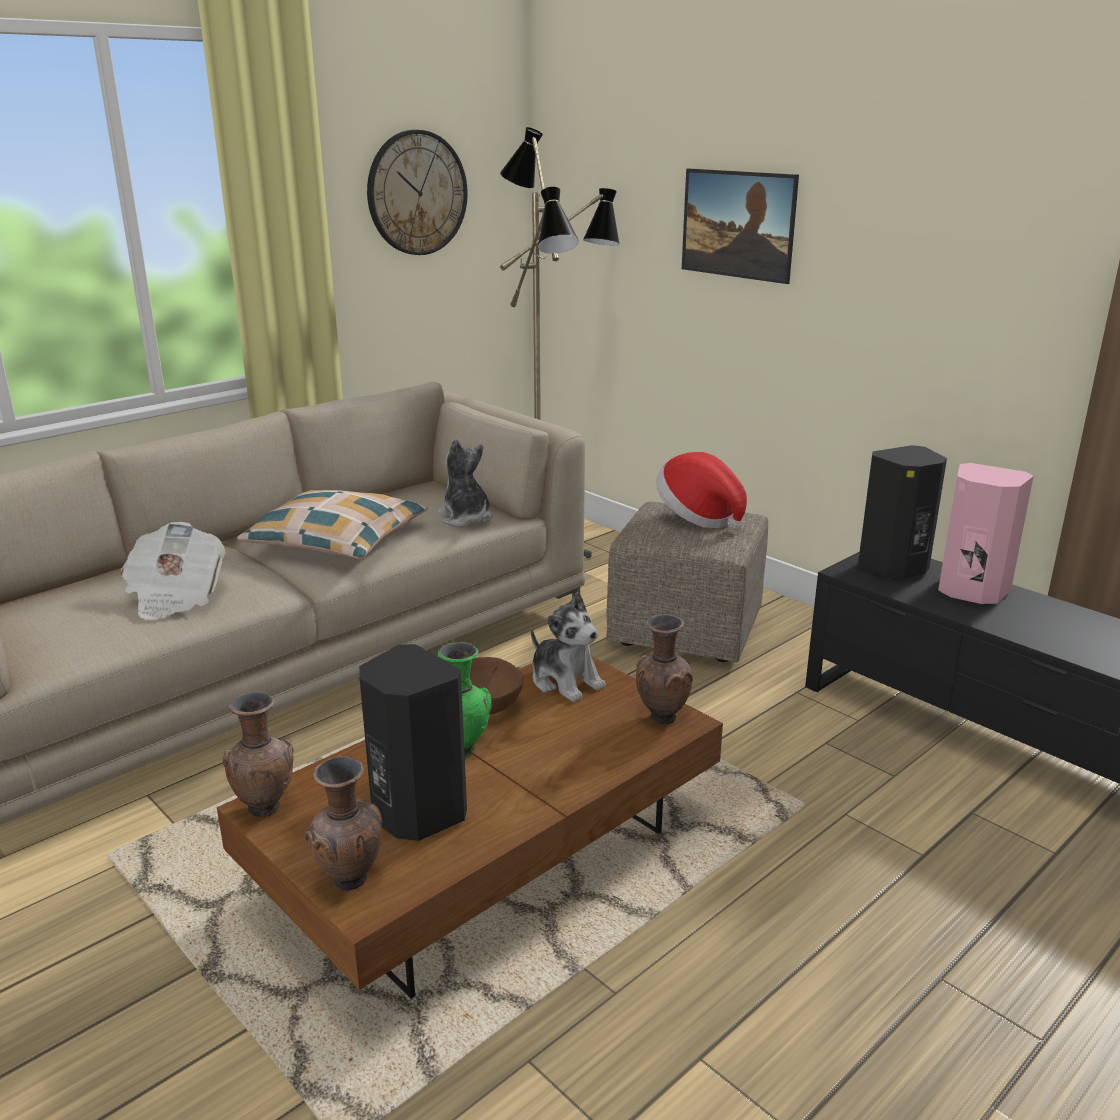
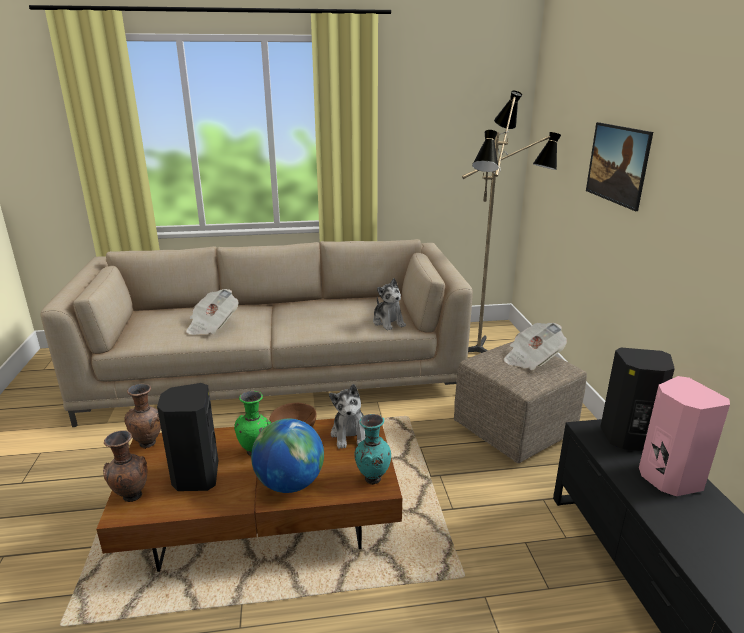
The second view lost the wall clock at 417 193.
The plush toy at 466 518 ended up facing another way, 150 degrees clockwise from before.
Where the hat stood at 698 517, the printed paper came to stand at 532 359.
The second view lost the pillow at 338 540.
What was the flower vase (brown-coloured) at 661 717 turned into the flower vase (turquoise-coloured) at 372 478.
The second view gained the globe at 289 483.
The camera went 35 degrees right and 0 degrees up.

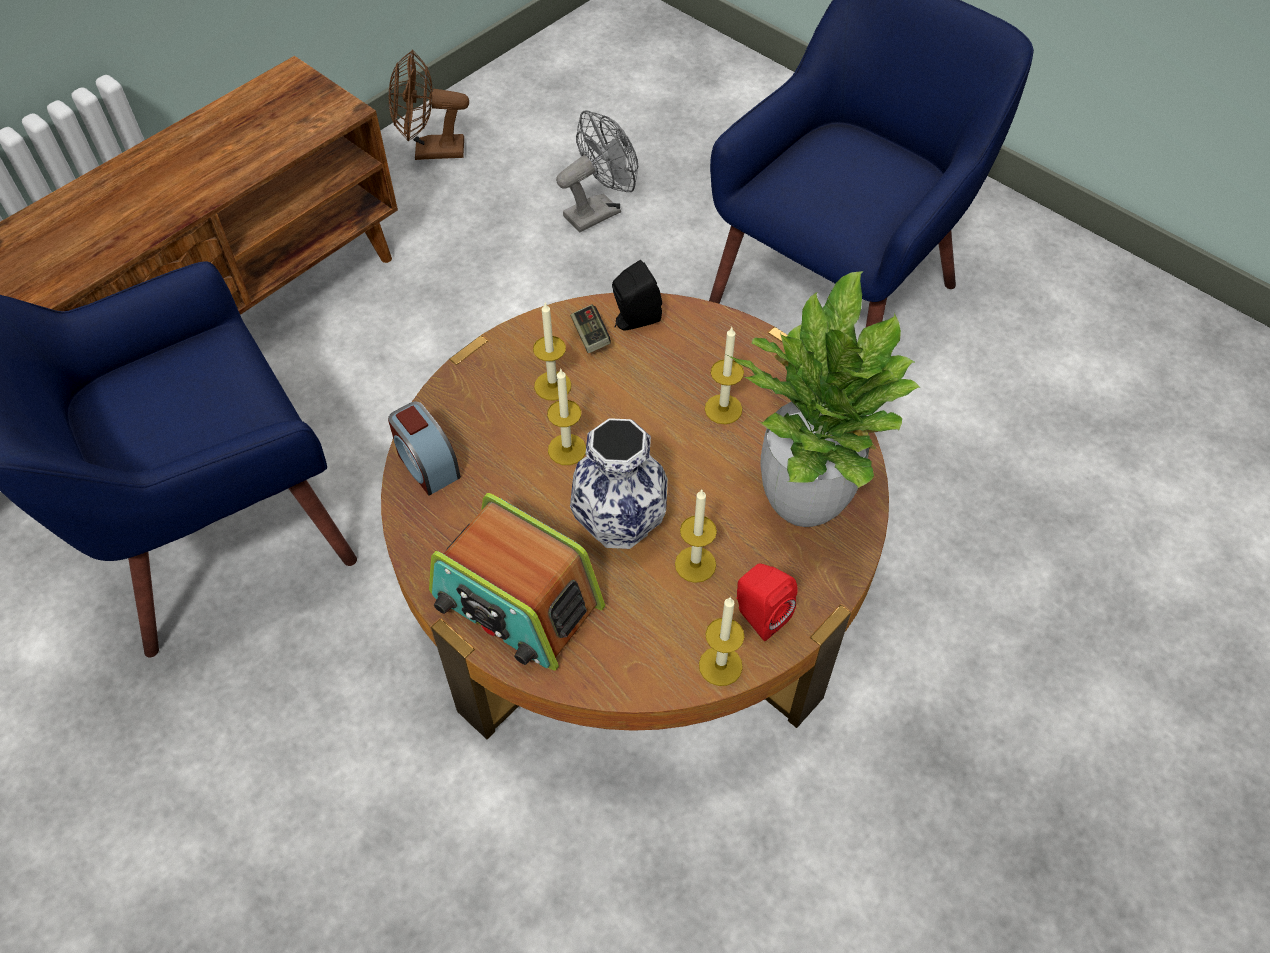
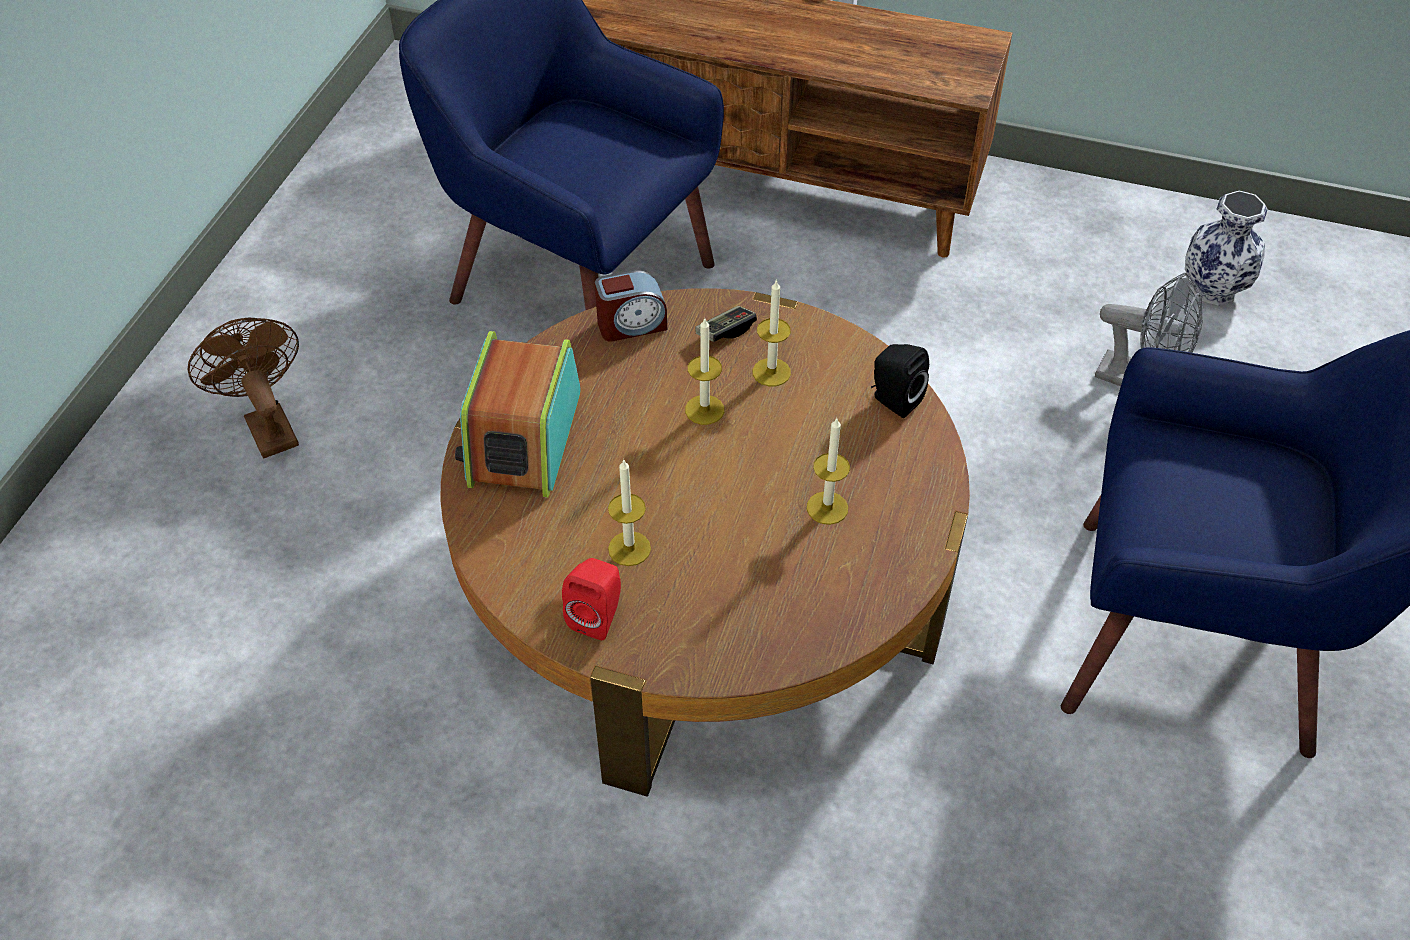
The cooling fan (brown-coloured) ended up elsewhere, having gone from 431 151 to 267 425.
The second view lost the potted plant at 803 500.
The gamepad ended up elsewhere, having gone from 590 336 to 725 331.
The alarm clock at 427 464 ended up facing another way, 135 degrees counterclockwise from before.
The flower vase ended up elsewhere, having gone from 618 525 to 1211 288.
The second view lost the wax light at 720 665.
The camera went 65 degrees right and 5 degrees down.

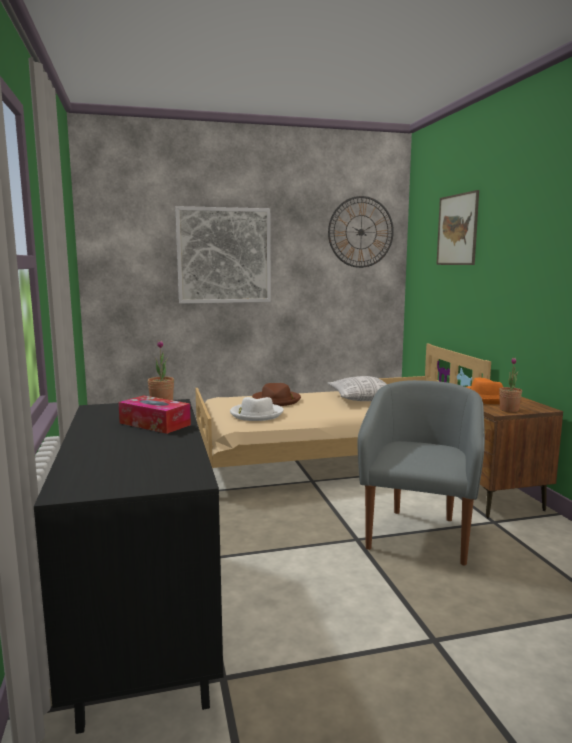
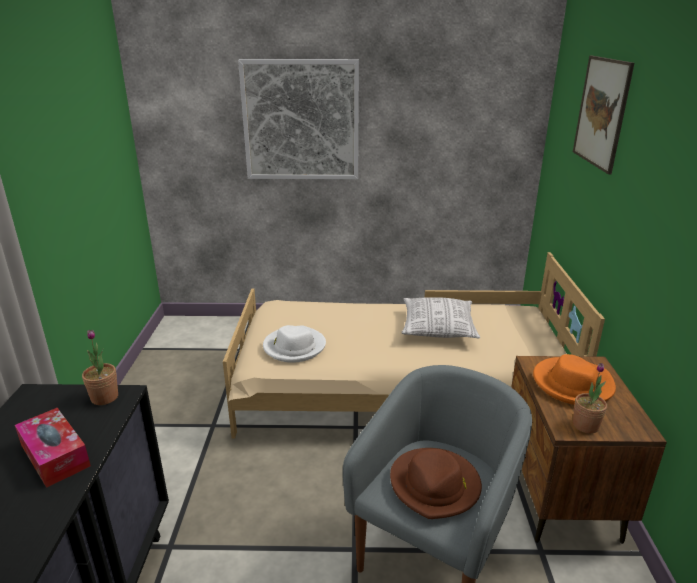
The second view lost the wall clock at 361 232.
The hat (brown-coloured) ended up elsewhere, having gone from 277 400 to 435 485.
The camera went 15 degrees right and 15 degrees up.

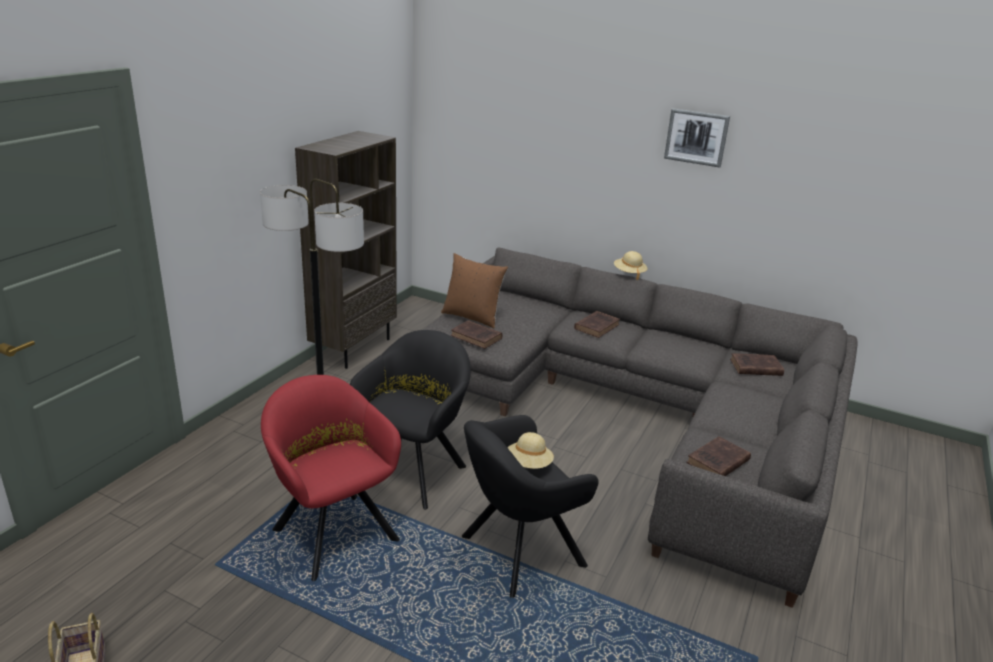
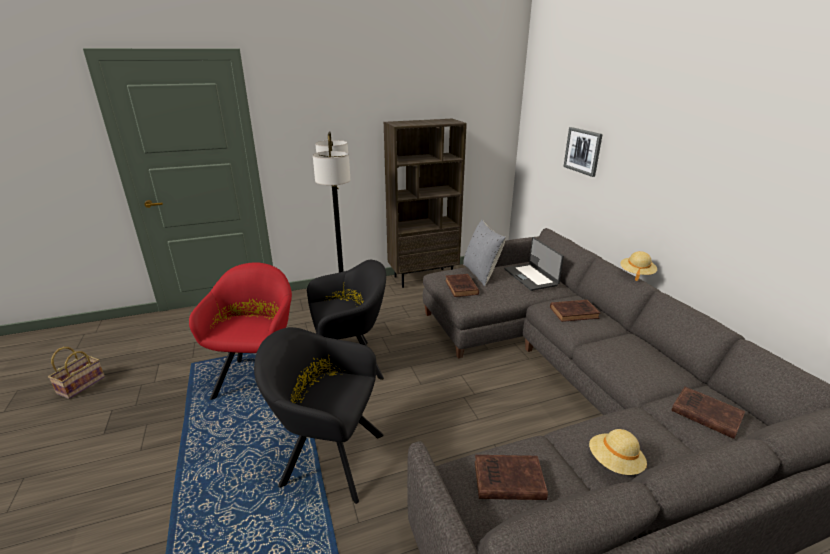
The picture ended up elsewhere, having gone from 696 137 to 583 151.
What was the pillow (brown-coloured) at 472 317 turned into the pillow (grey) at 481 274.
The hat (beige) ended up elsewhere, having gone from 528 465 to 614 463.
The second view gained the portable computer at 531 277.
The camera went 45 degrees right and 0 degrees up.

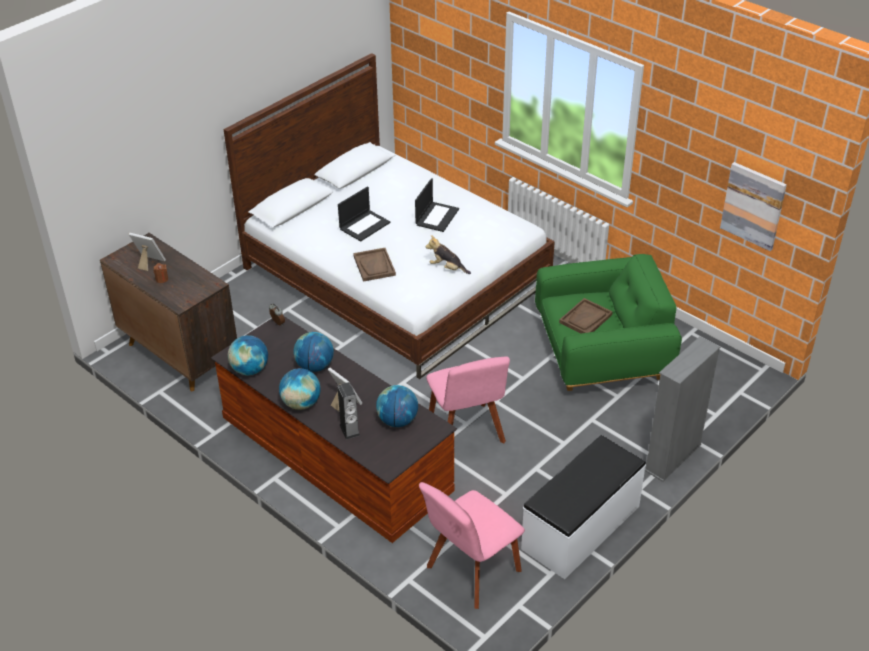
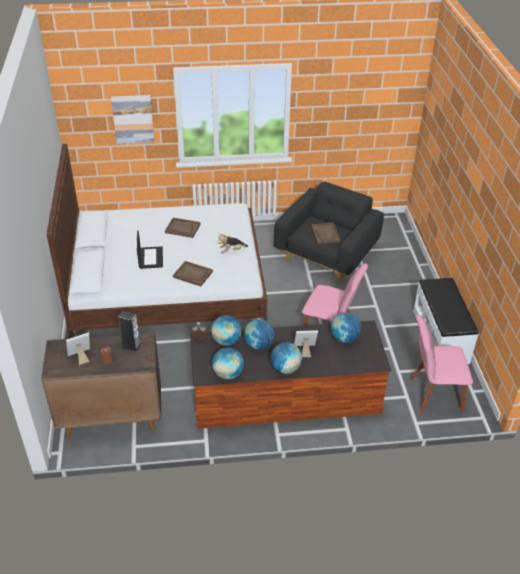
The picture ended up elsewhere, having gone from 753 205 to 133 119.
Where the portable computer stood at 437 216, the tray (brown-coloured) came to stand at 182 228.
What was the armchair (green) at 601 353 turned into the armchair (black-coloured) at 326 253.
The second view lost the bookcase (grey) at 673 457.
The audio speaker ended up elsewhere, having gone from 349 430 to 131 345.
The plain chair (pink-coloured) at 470 572 ended up facing another way, 90 degrees clockwise from before.
The second view gained the globe at 226 341.
The camera went 50 degrees left and 0 degrees up.

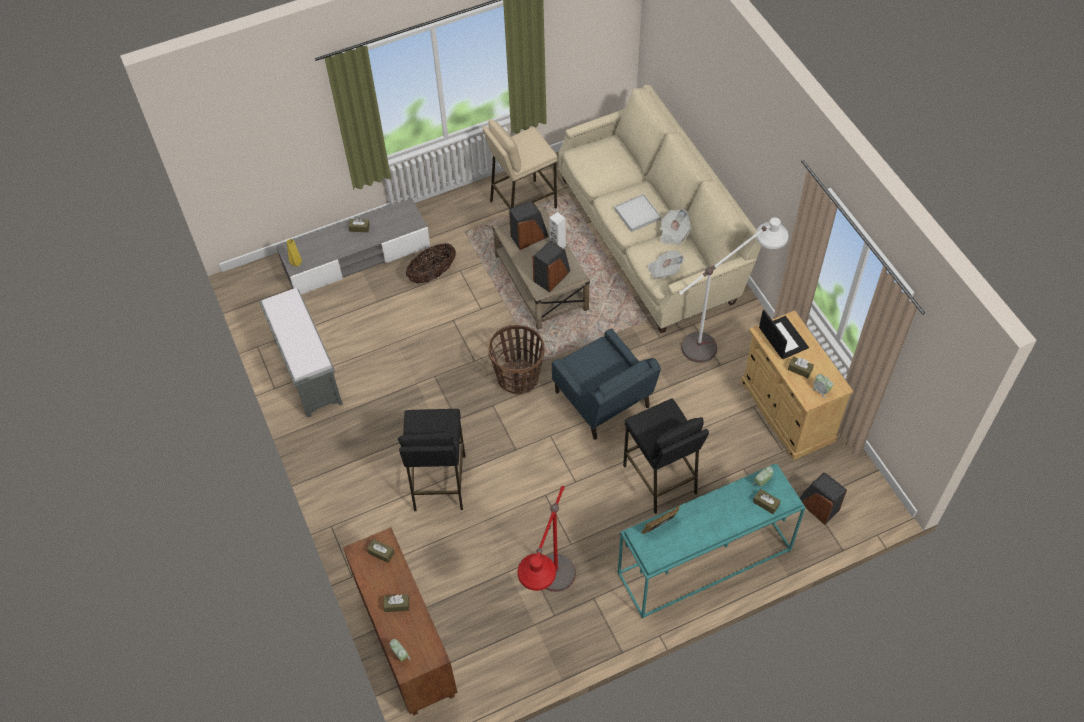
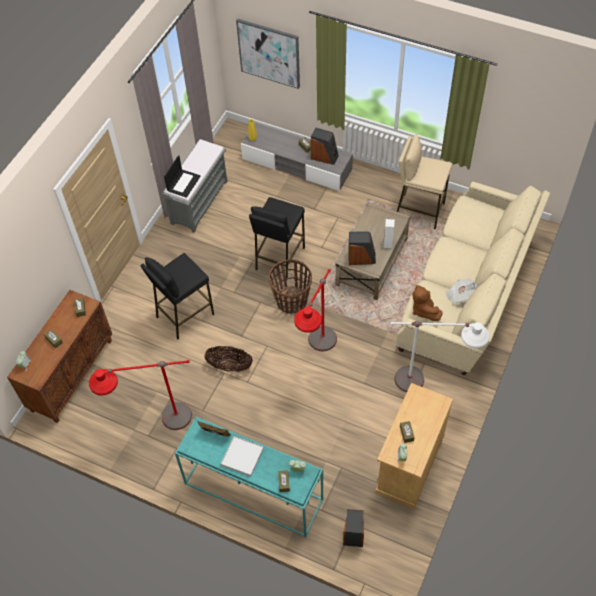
The tray (whitish) ended up elsewhere, having gone from 637 214 to 242 457.
The audio speaker ended up elsewhere, having gone from 529 237 to 324 156.
The household basket ended up elsewhere, having gone from 432 274 to 229 366.
Where the printed paper stood at 664 270, the plush toy (brown-coloured) came to stand at 424 310.
The portable computer ended up elsewhere, having gone from 782 337 to 183 183.
Where the armchair (blue-coloured) stood at 603 401, the floor lamp (red) came to stand at 317 356.
The stool (black-coloured) ended up elsewhere, having gone from 660 479 to 279 258.
The second view gained the picture at 269 53.
The camera went 50 degrees right and 0 degrees up.

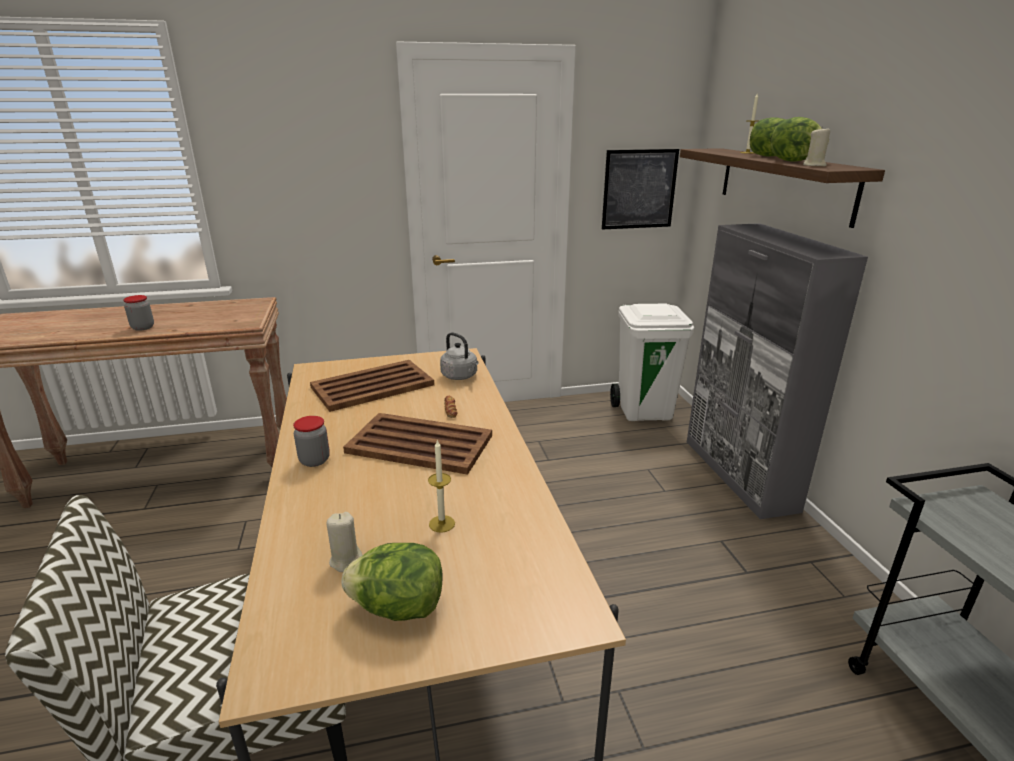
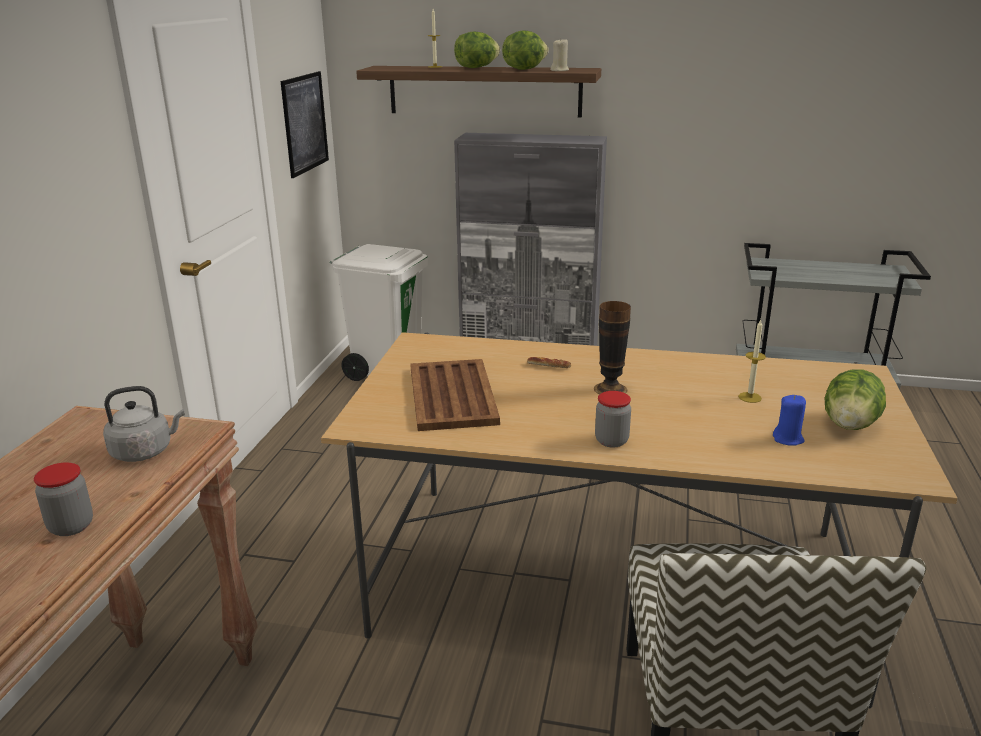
The kettle (grey) ended up elsewhere, having gone from 460 376 to 145 451.
Where the tray (brown-coloured) stood at 418 444, the flower vase came to stand at 610 389.
What was the wax light (beige) at 346 560 turned into the wax light (blue-coloured) at 788 439.
The camera went 65 degrees left and 0 degrees up.

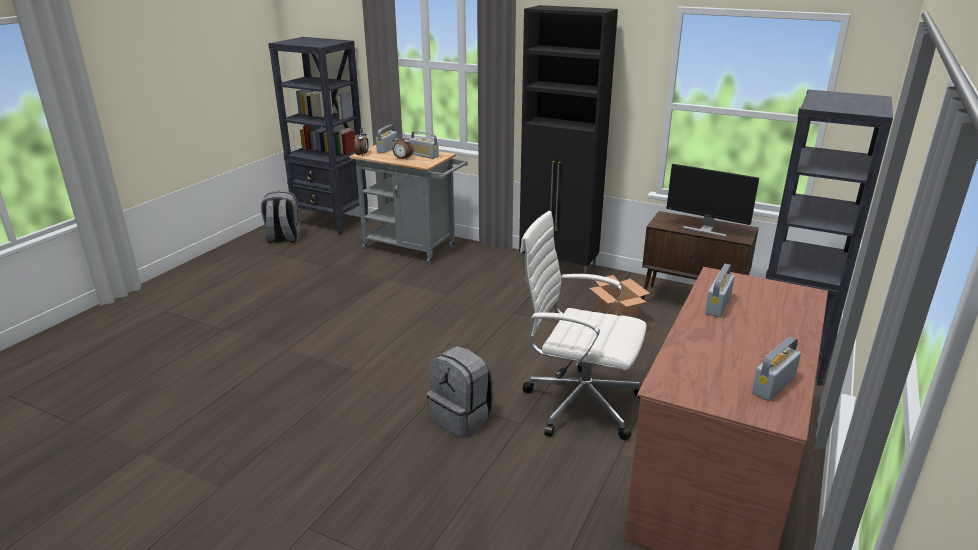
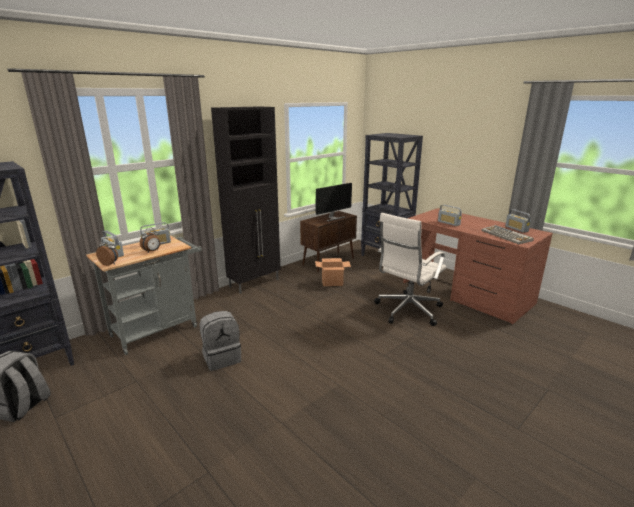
The knapsack (grey) ended up elsewhere, having gone from 462 417 to 222 358.
The second view gained the computer keyboard at 506 235.
The camera went 70 degrees left and 5 degrees down.

